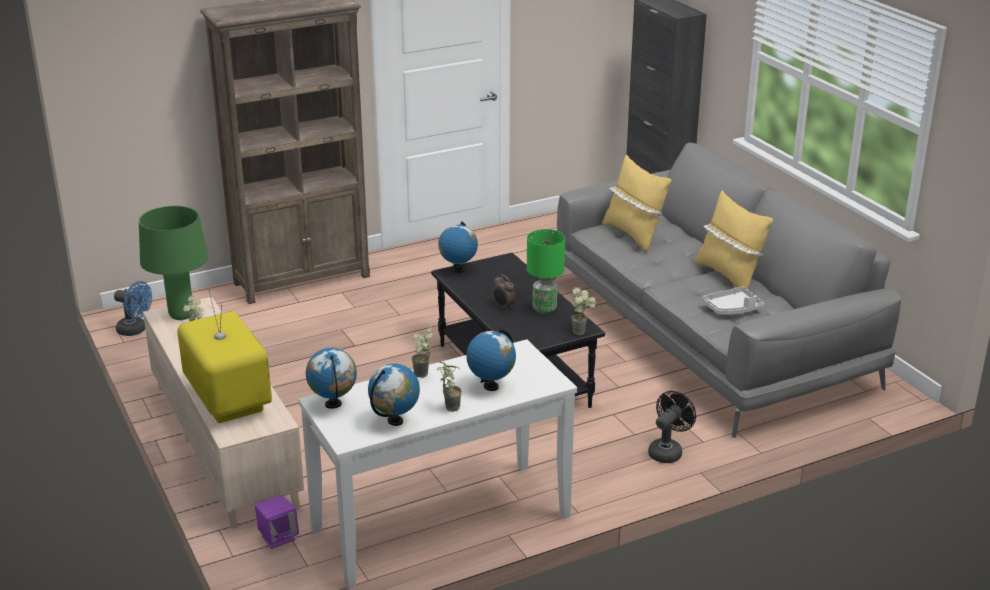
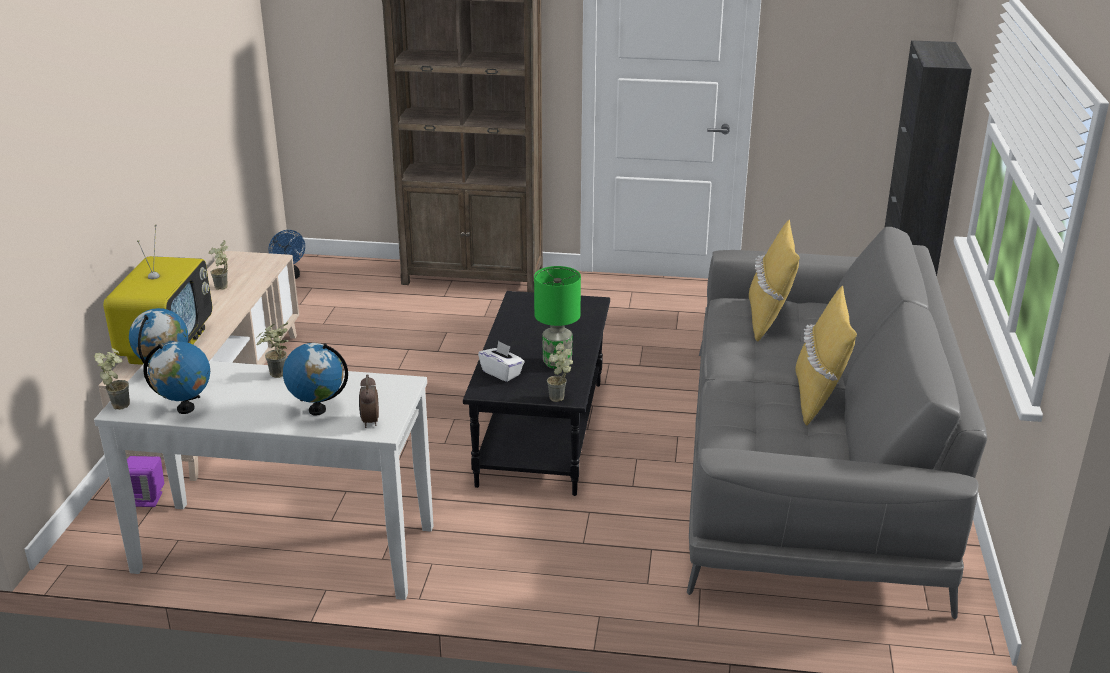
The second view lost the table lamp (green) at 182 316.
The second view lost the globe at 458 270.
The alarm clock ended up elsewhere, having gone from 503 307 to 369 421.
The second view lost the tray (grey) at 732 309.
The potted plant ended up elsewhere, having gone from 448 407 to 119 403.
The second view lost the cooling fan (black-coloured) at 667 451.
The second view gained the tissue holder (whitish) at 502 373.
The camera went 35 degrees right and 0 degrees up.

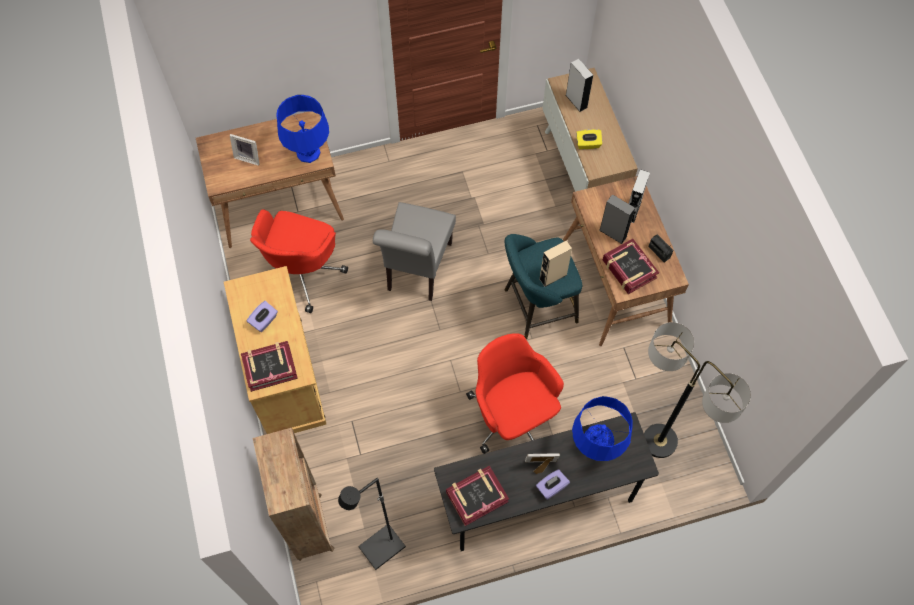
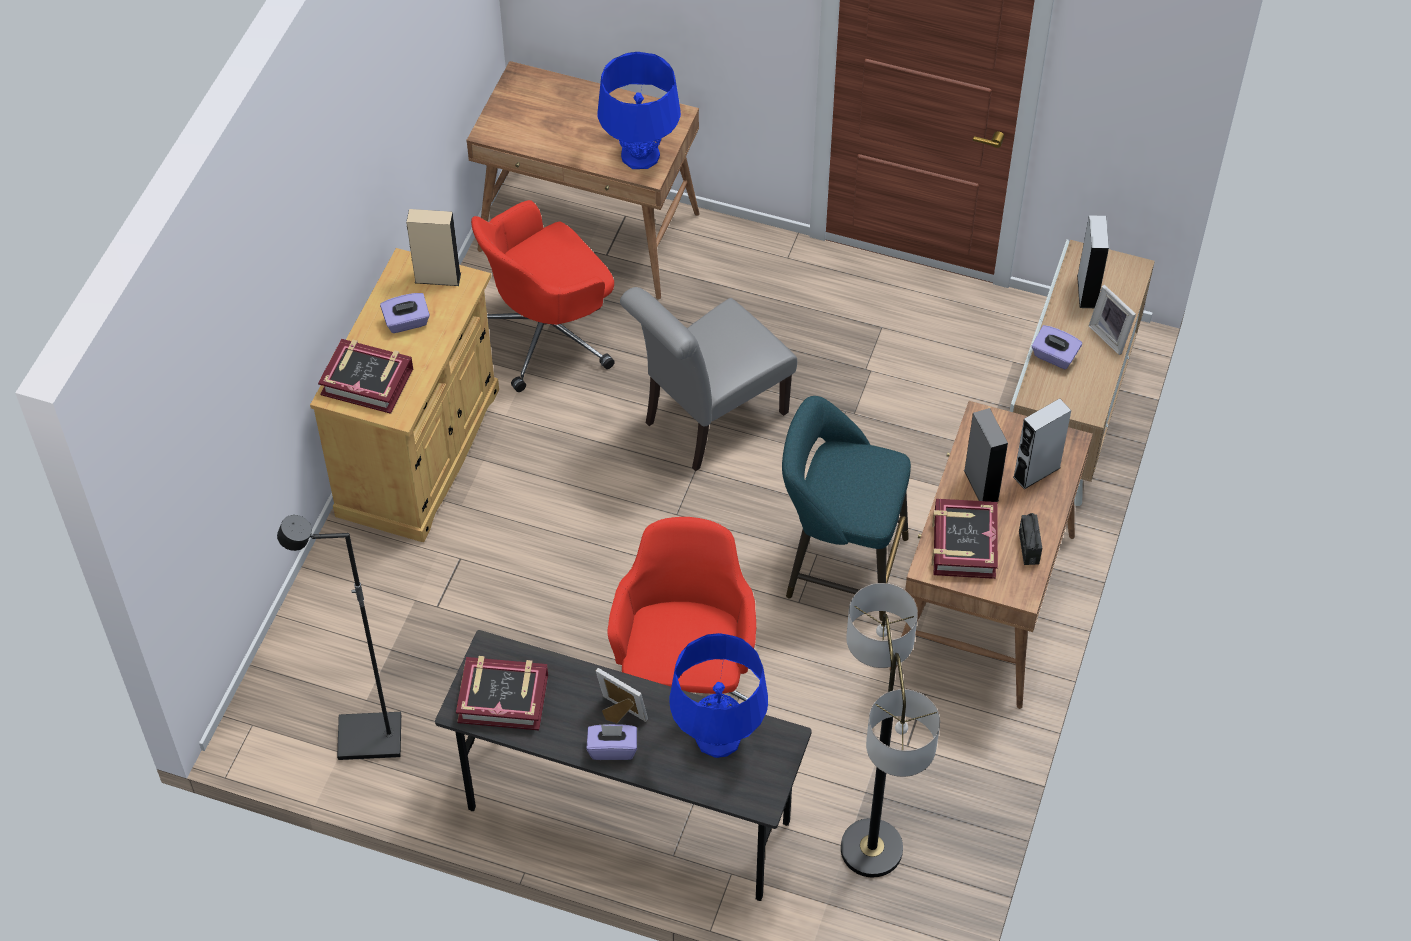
What was the tissue holder (yellow-coloured) at 588 144 turned into the tissue holder (purple) at 1054 356.
The picture frame ended up elsewhere, having gone from 248 157 to 1111 336.
The audio speaker (beige) ended up elsewhere, having gone from 553 276 to 437 277.
The second view lost the bookcase (brown-coloured) at 309 524.
The camera went 35 degrees right and 10 degrees down.

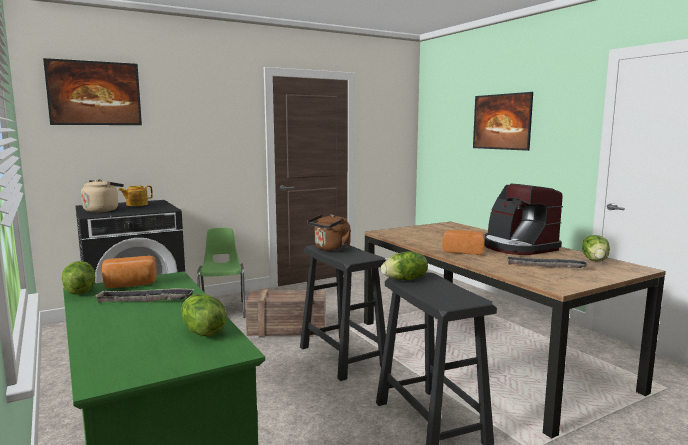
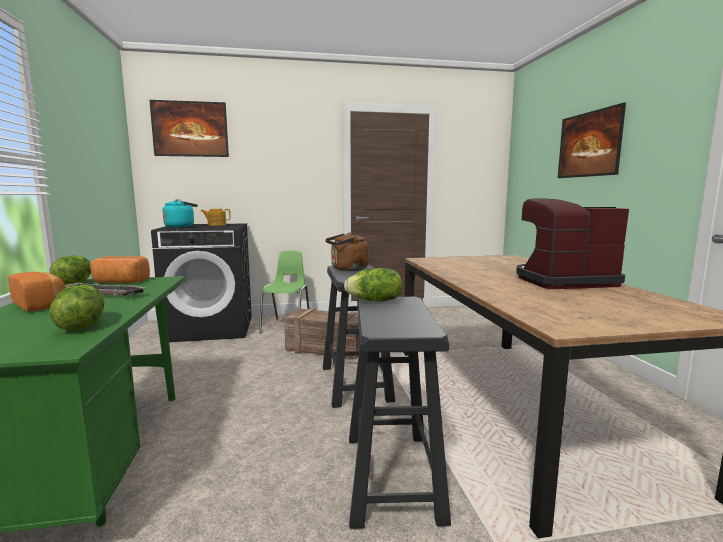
What was the kettle (beige) at 103 210 turned into the kettle (turquoise-coloured) at 181 227.
The coffee machine at 517 247 ended up facing another way, 90 degrees clockwise from before.
The bread ended up elsewhere, having gone from 463 251 to 41 304.
The second view lost the lettuce at 595 260.
The second view lost the tray at 545 266.
The camera went 20 degrees right and 0 degrees up.

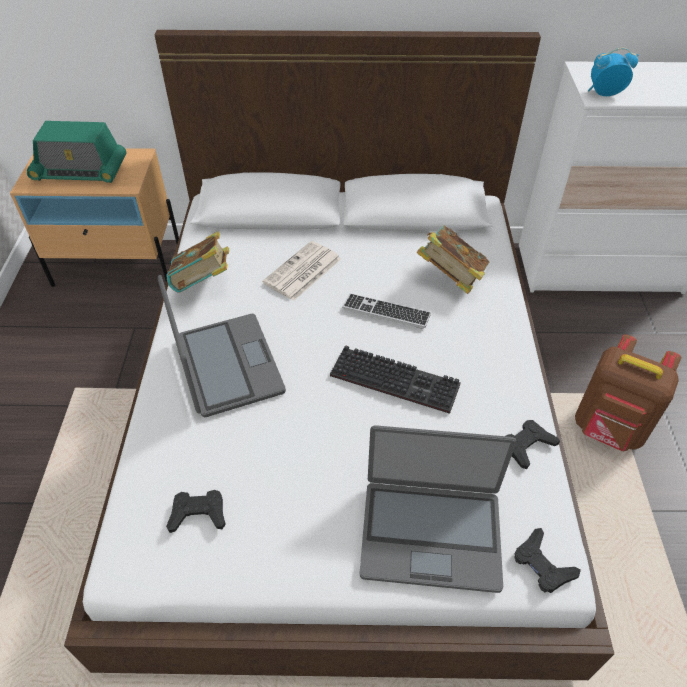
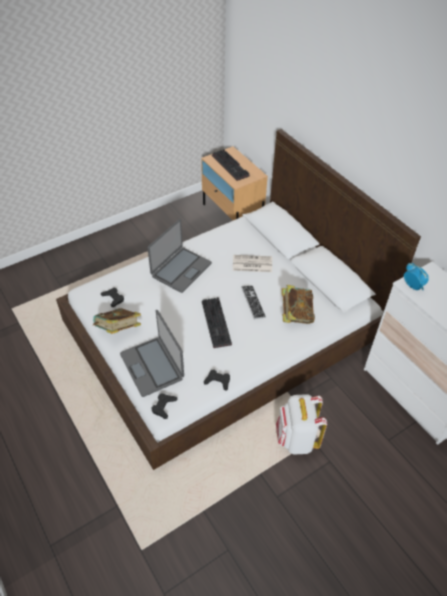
Where the radio set stood at 80 171, the computer keyboard came to stand at 231 166.
The volume ended up elsewhere, having gone from 203 284 to 118 330.
What was the knapsack (brown-coloured) at 608 429 turned into the knapsack (whitish) at 296 439.
The camera went 55 degrees right and 0 degrees up.

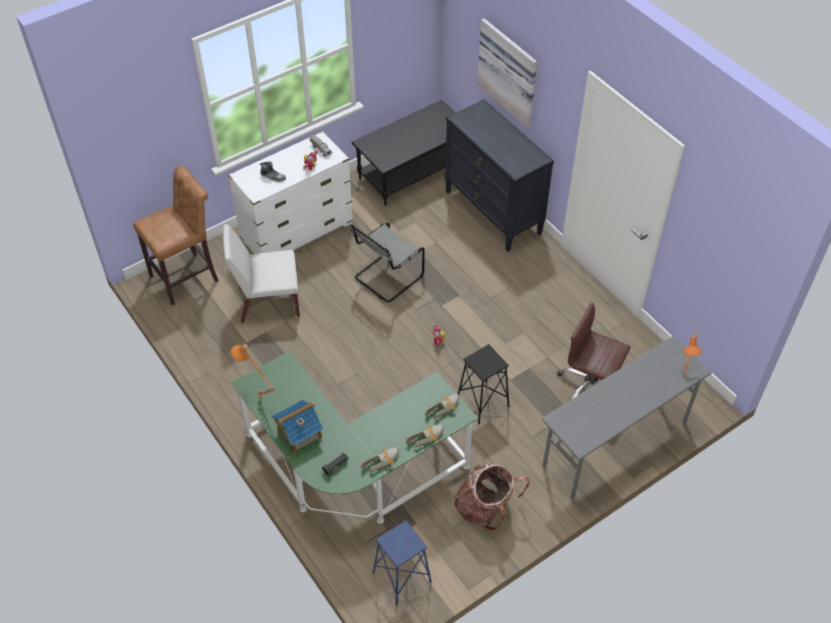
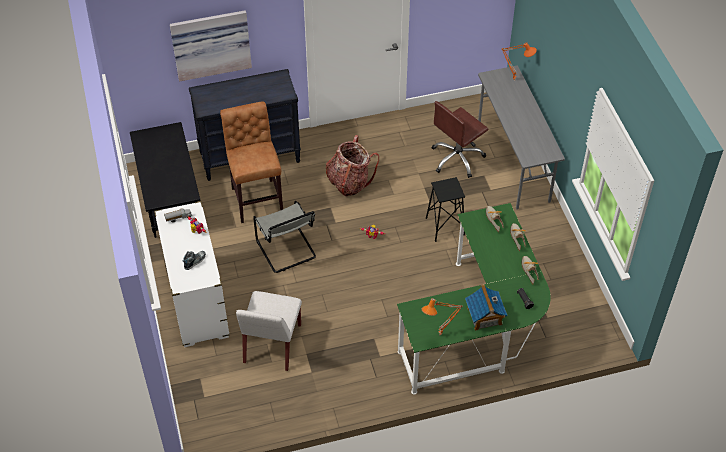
The stool (brown-coloured) ended up elsewhere, having gone from 187 277 to 256 198.
The knapsack ended up elsewhere, having gone from 485 507 to 349 182.
The second view lost the stool (blue-coloured) at 402 577.
The camera went 70 degrees left and 0 degrees up.

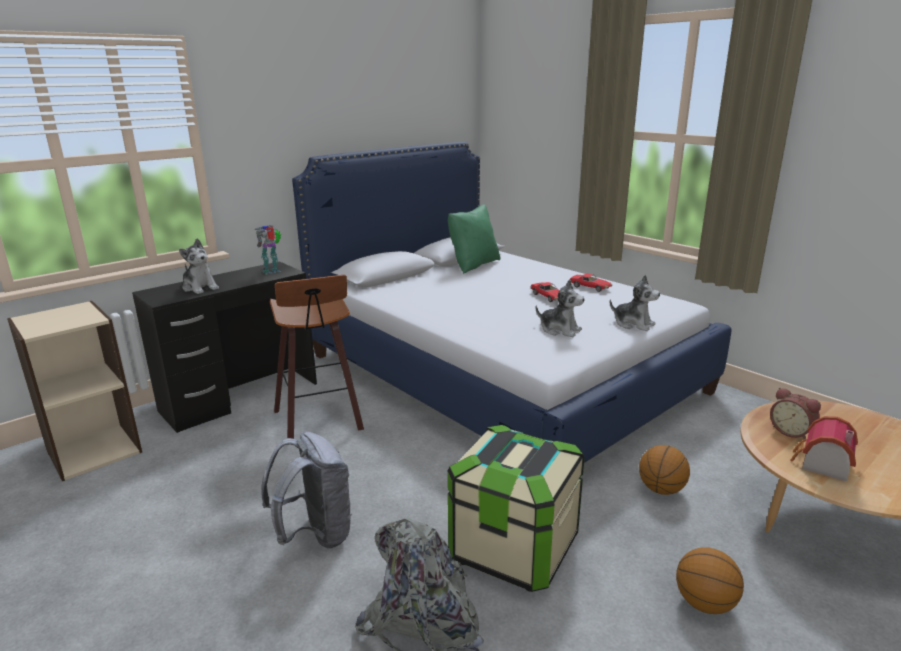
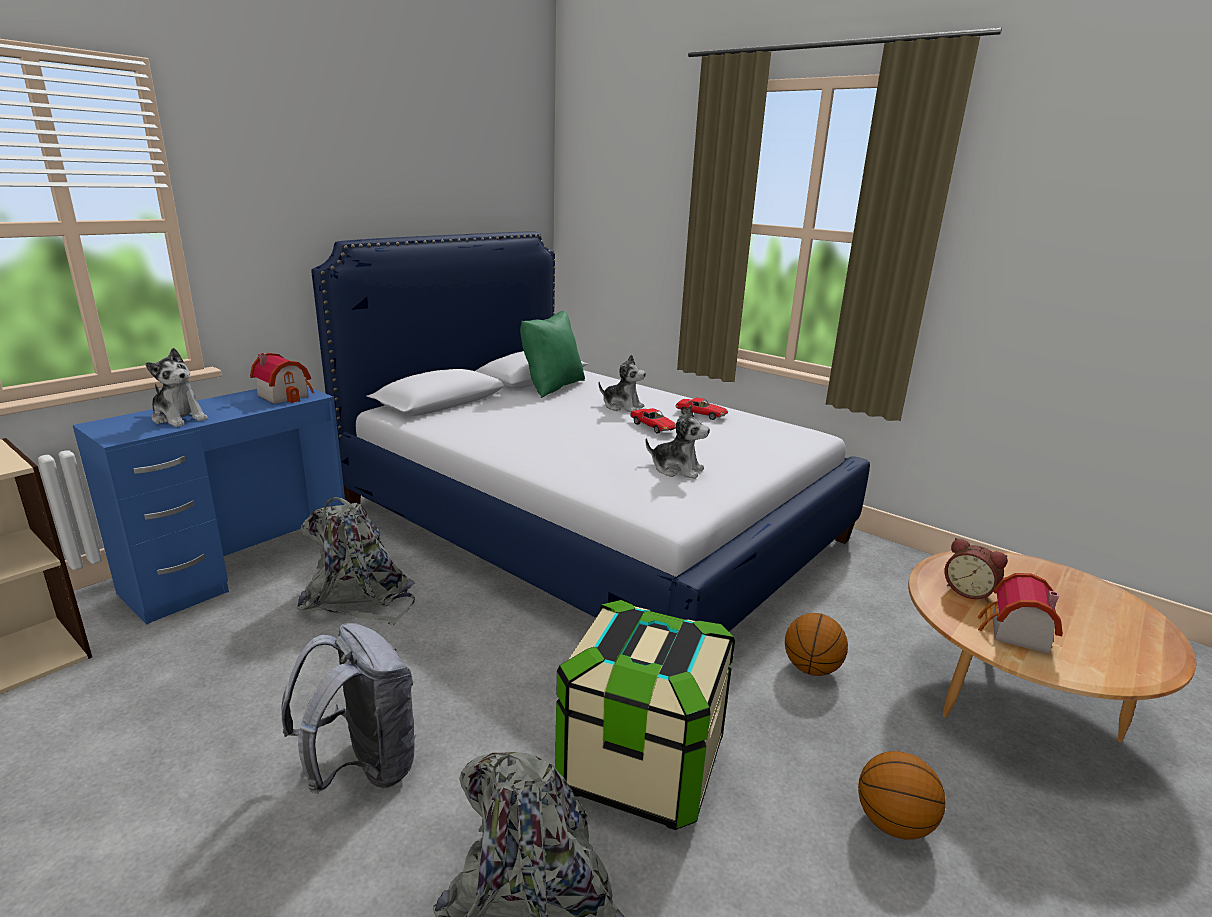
Where the robot figure stood at 272 271, the model house came to stand at 285 395.
What was the desk unit (black-coloured) at 240 396 turned into the desk unit (blue-coloured) at 241 567.
Where the stool stood at 321 421, the knapsack (grey) came to stand at 360 597.
The plush toy ended up elsewhere, having gone from 633 324 to 622 406.
The camera went 10 degrees left and 0 degrees up.

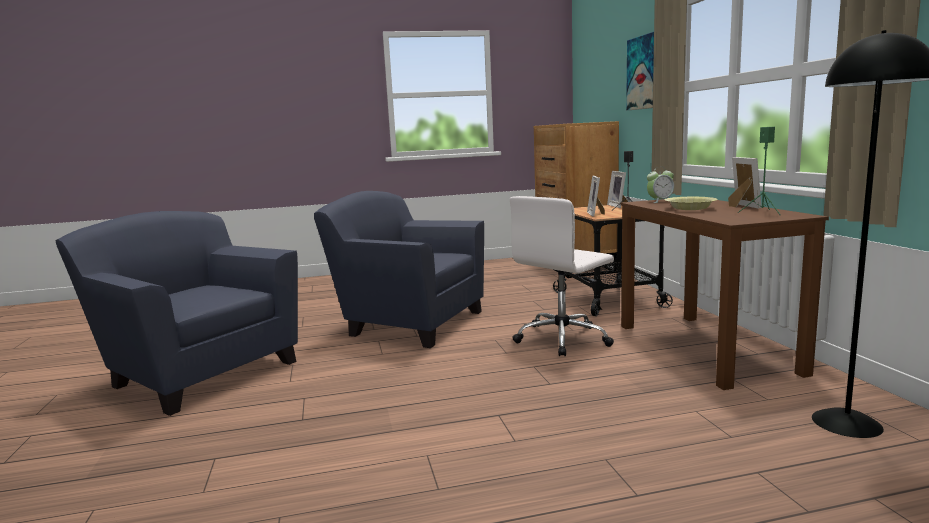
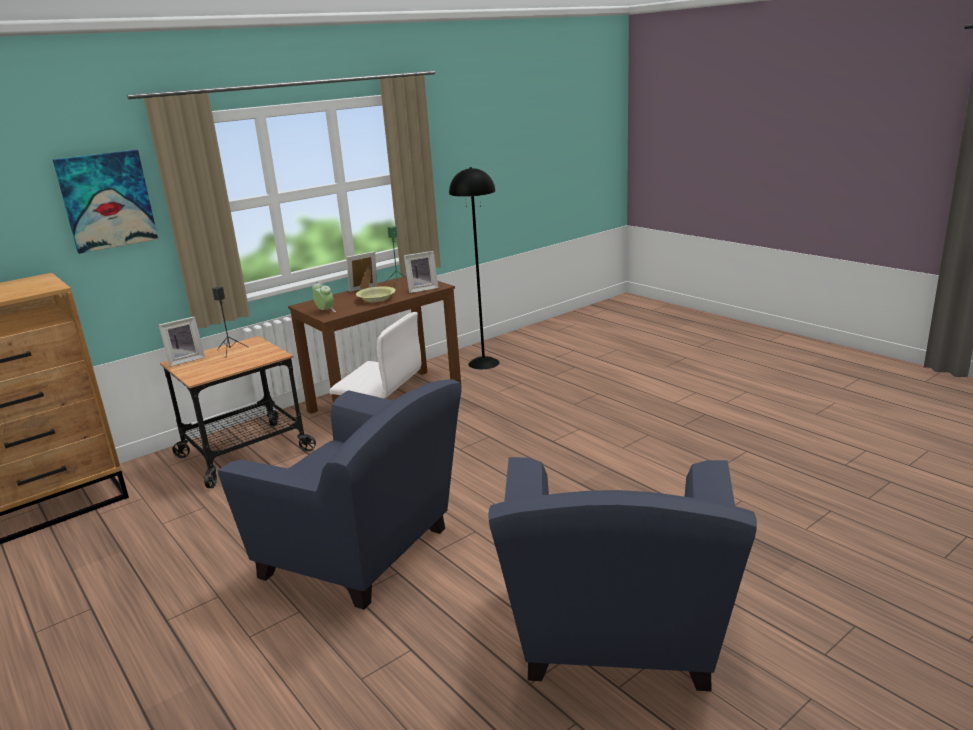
The picture frame ended up elsewhere, having gone from 596 214 to 422 289.
The armchair (blue-coloured) at 410 323 ended up facing another way, 60 degrees counterclockwise from before.
The camera went 115 degrees left and 10 degrees up.

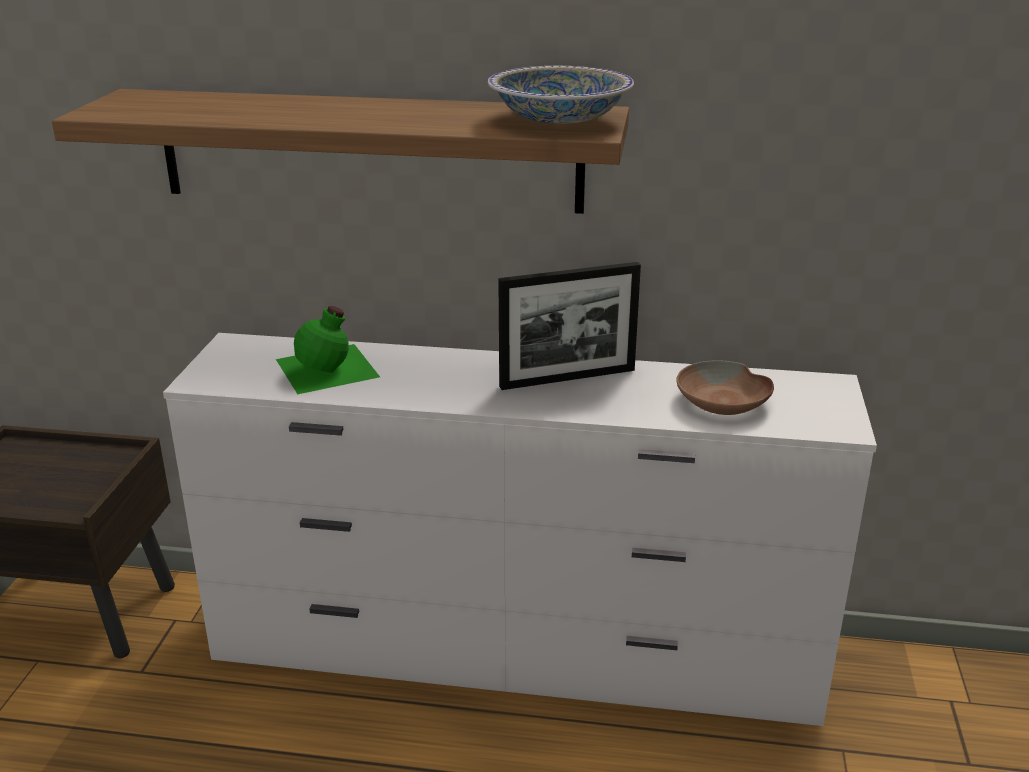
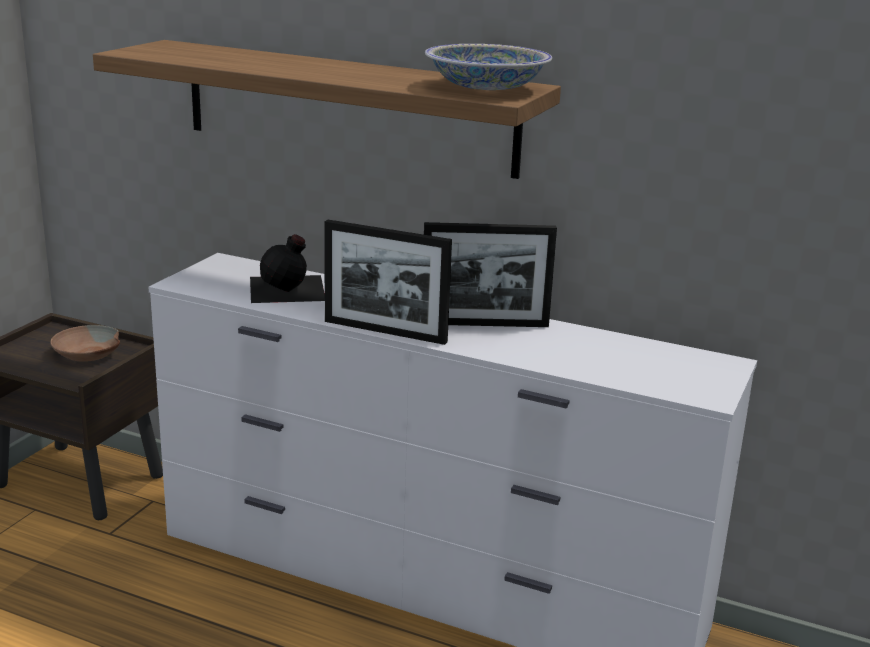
What was the bottle (green) at 329 368 turned into the bottle (black-coloured) at 288 289.
The deep dish (brown-coloured) ended up elsewhere, having gone from 723 402 to 87 354.
The second view gained the picture frame at 385 331.
The camera went 15 degrees right and 5 degrees down.

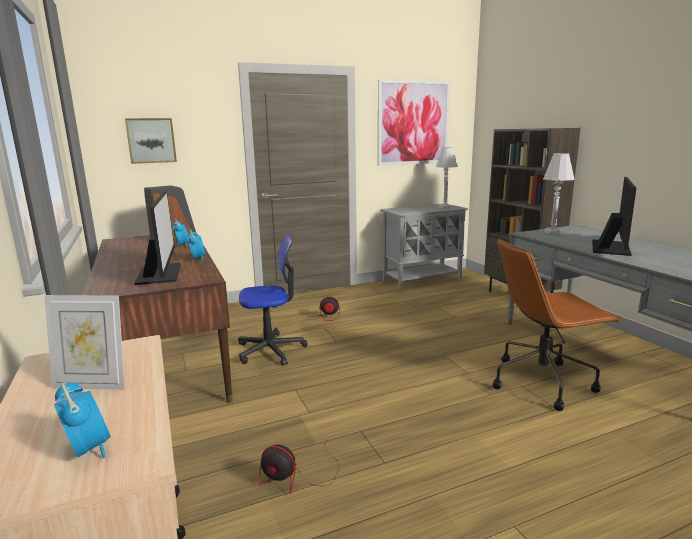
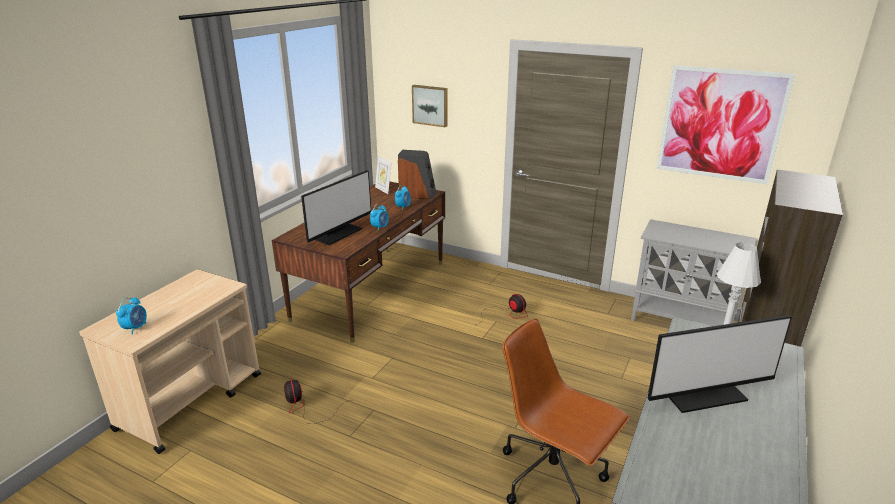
The second view lost the table lamp (whitish) at 445 207.
The second view lost the office chair at 271 350.
The picture frame ended up elsewhere, having gone from 92 384 to 383 190.
The camera went 50 degrees right and 10 degrees up.

